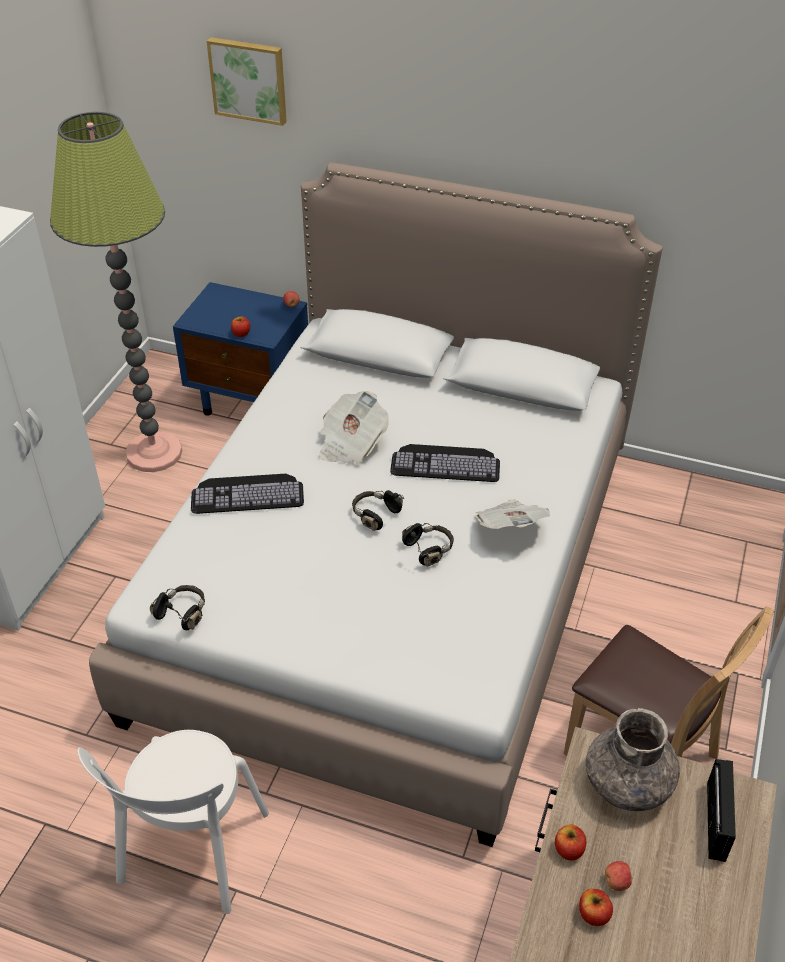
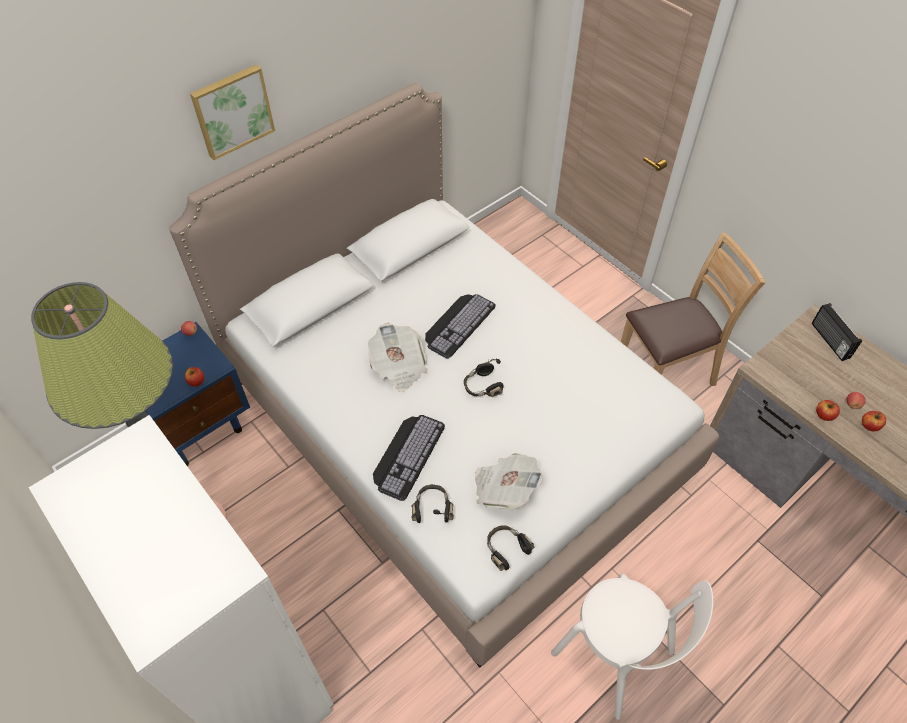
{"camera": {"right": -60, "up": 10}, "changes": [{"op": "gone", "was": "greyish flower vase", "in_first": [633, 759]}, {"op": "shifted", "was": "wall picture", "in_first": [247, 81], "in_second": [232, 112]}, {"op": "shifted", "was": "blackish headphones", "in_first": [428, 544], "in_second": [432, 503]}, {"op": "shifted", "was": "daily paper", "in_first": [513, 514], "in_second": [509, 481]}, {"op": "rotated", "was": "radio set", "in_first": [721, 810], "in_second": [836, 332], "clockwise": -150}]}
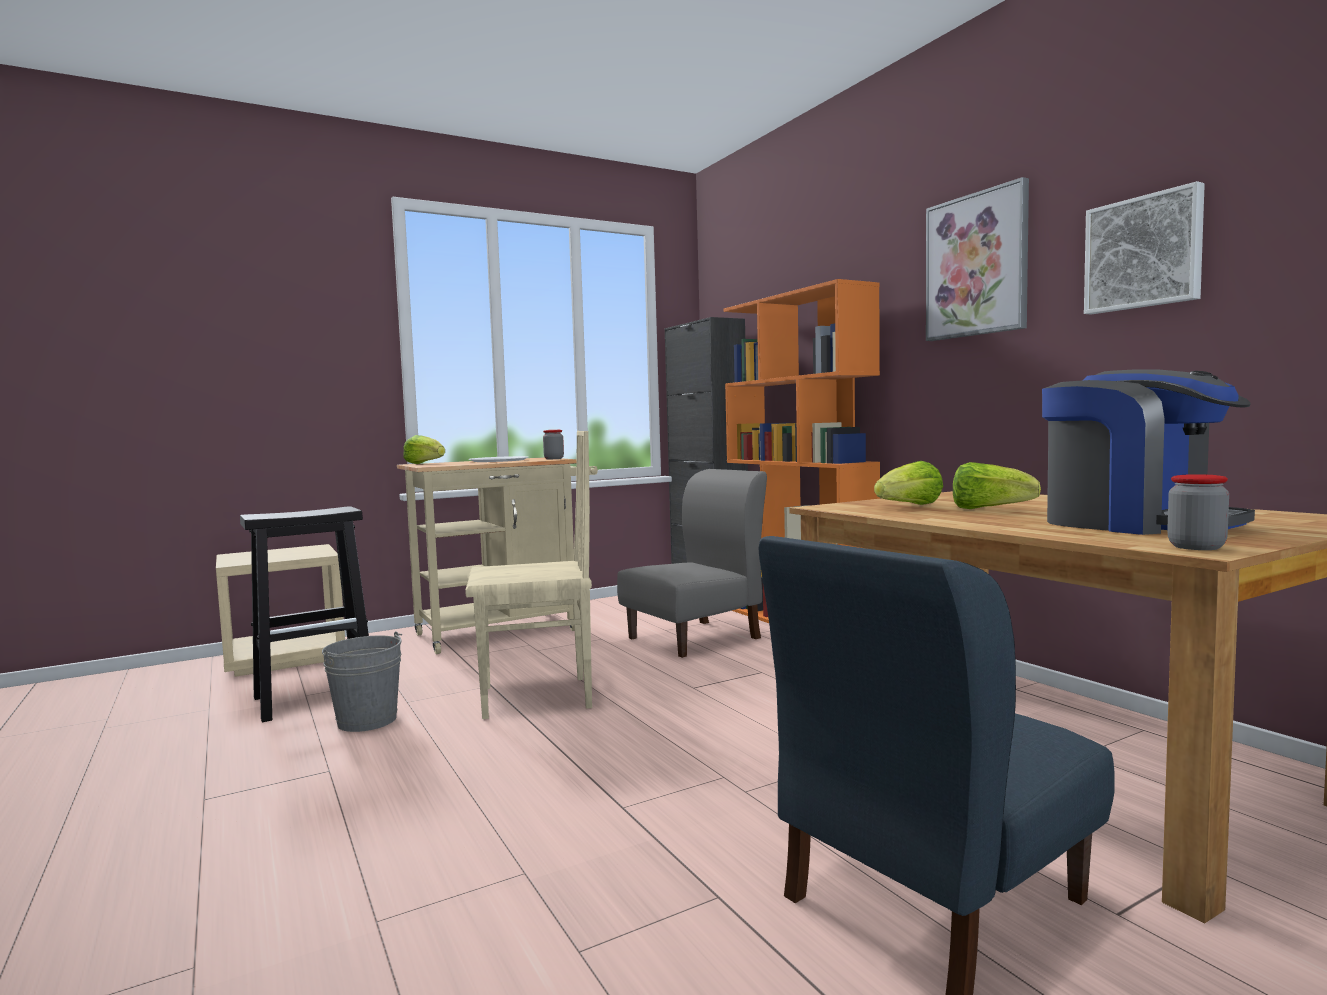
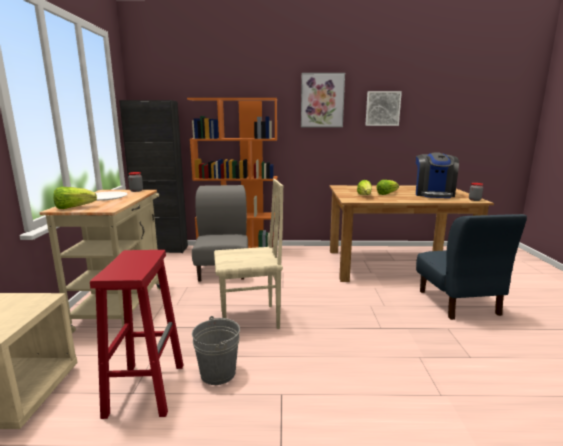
{"camera": {"right": -60, "up": 10}, "changes": [{"op": "repainted", "was": "blackish stool", "now": "red-coloured stool", "in_first": [304, 614], "in_second": [136, 334]}, {"op": "rotated", "was": "sand-coloured plain chair", "in_first": [528, 575], "in_second": [248, 254], "clockwise": 60}, {"op": "rotated", "was": "coffee maker", "in_first": [1148, 452], "in_second": [437, 175], "clockwise": 105}]}
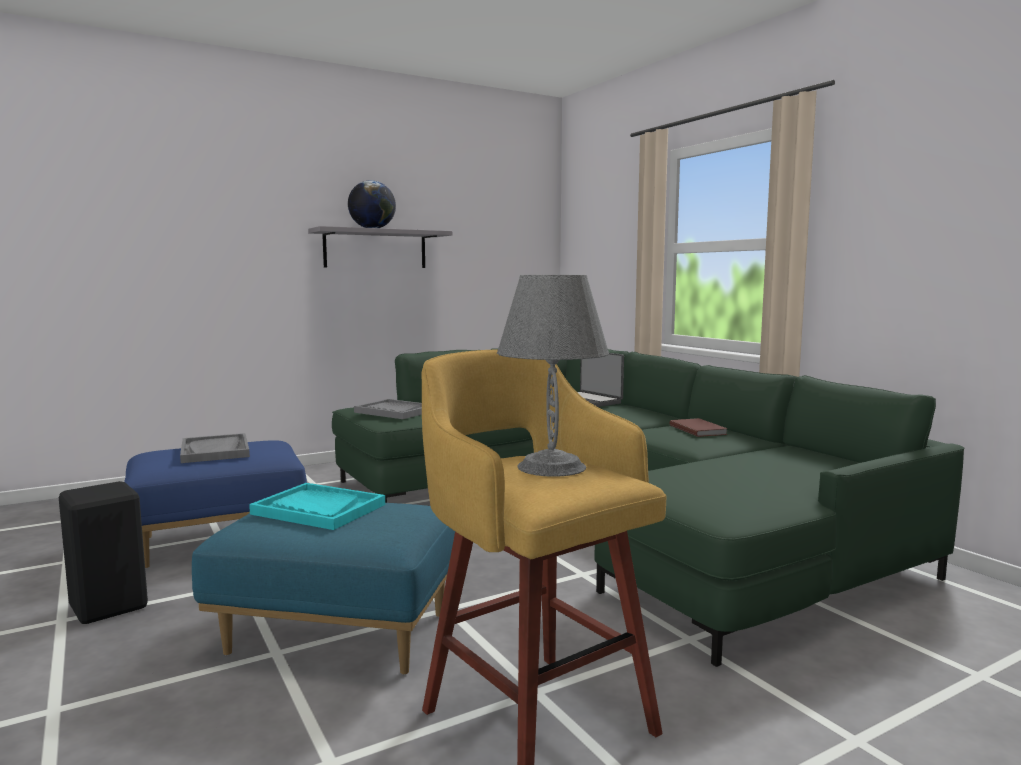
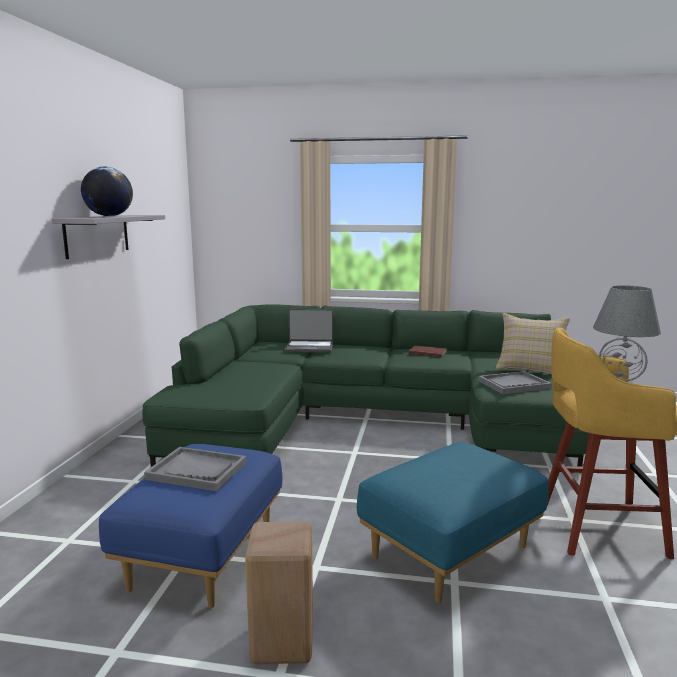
{"camera": {"right": -50, "up": 5}, "changes": [{"op": "gone", "was": "blue-green tray", "in_first": [317, 506]}, {"op": "new", "now": "sand-coloured cushion", "in_second": [533, 343]}, {"op": "shifted", "was": "greyish tray", "in_first": [388, 409], "in_second": [515, 382]}, {"op": "repainted", "was": "blackish stool", "now": "sand-coloured stool", "in_first": [103, 552], "in_second": [279, 593]}]}
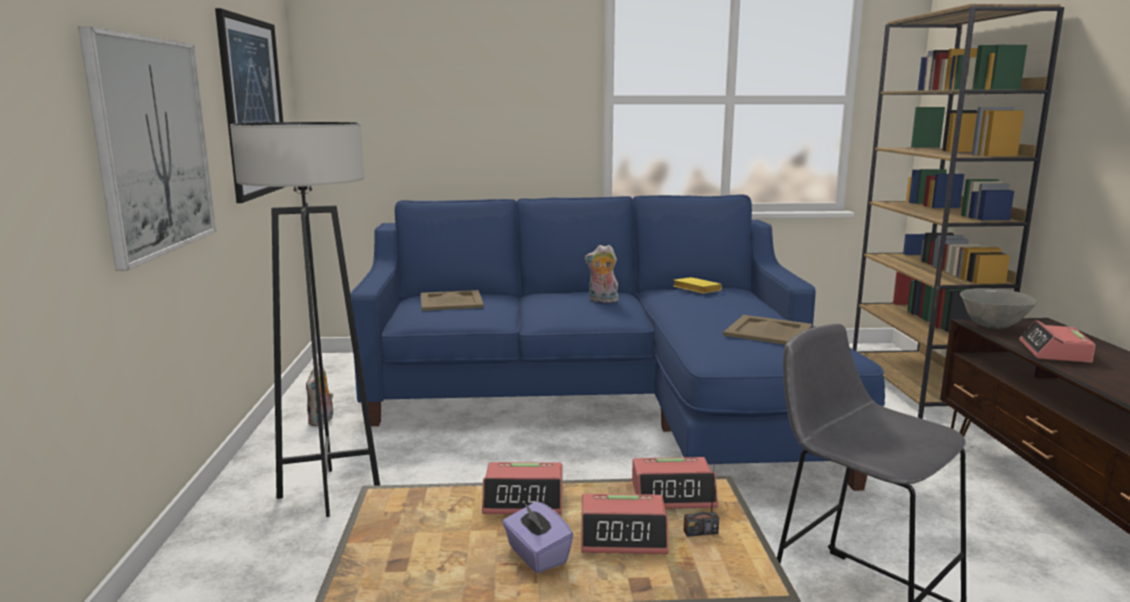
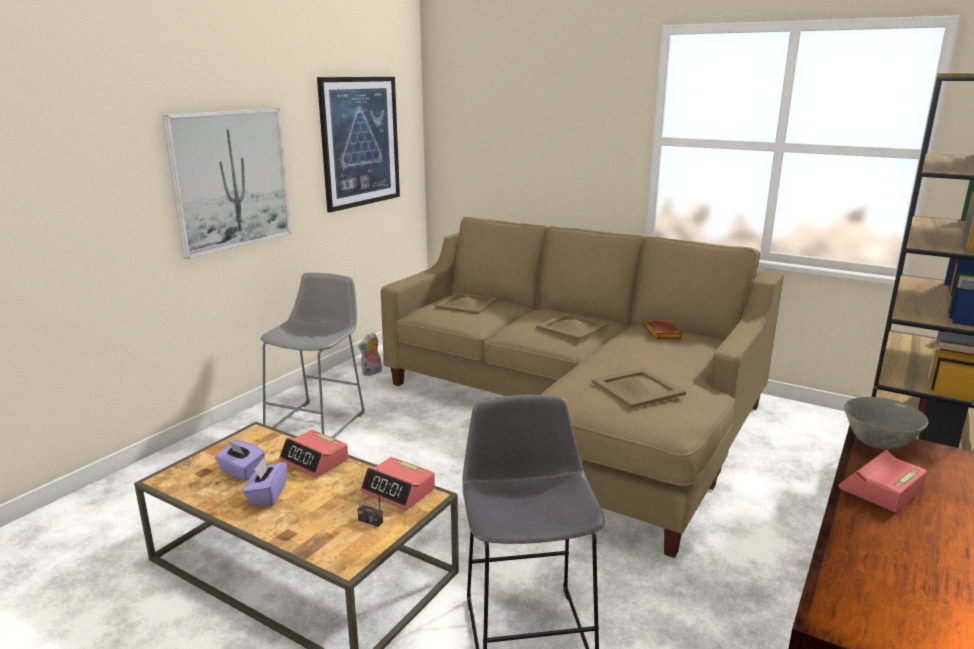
{"camera": {"right": 35, "up": 5}, "changes": [{"op": "gone", "was": "bedside clock", "in_first": [625, 524]}, {"op": "new", "now": "purple-coloured box of tissues", "in_second": [240, 460]}, {"op": "swapped", "was": "greyish standard lamp", "now": "greyish stool", "in_first": [305, 319], "in_second": [313, 355]}, {"op": "swapped", "was": "soft toy", "now": "sand-coloured tray", "in_first": [601, 274], "in_second": [572, 326]}, {"op": "repainted", "was": "blue settee", "now": "sand-coloured settee", "in_first": [617, 342], "in_second": [582, 387]}, {"op": "repainted", "was": "yellow-coloured volume", "now": "brown-coloured volume", "in_first": [697, 285], "in_second": [663, 330]}]}
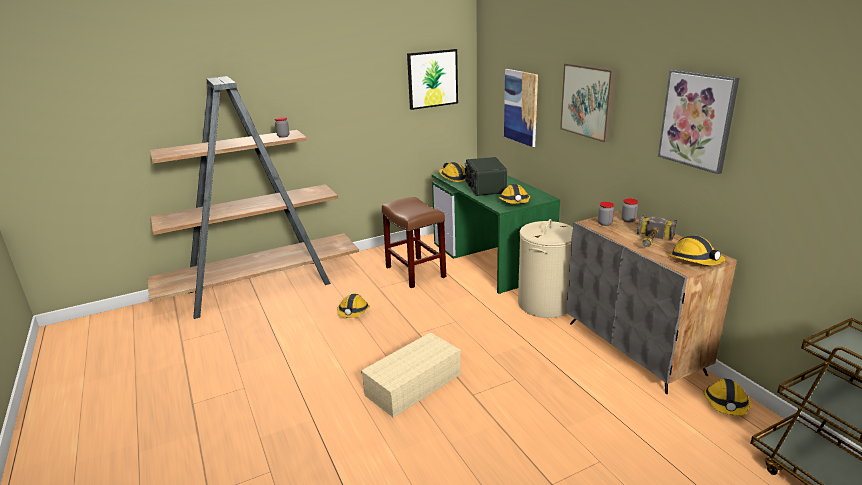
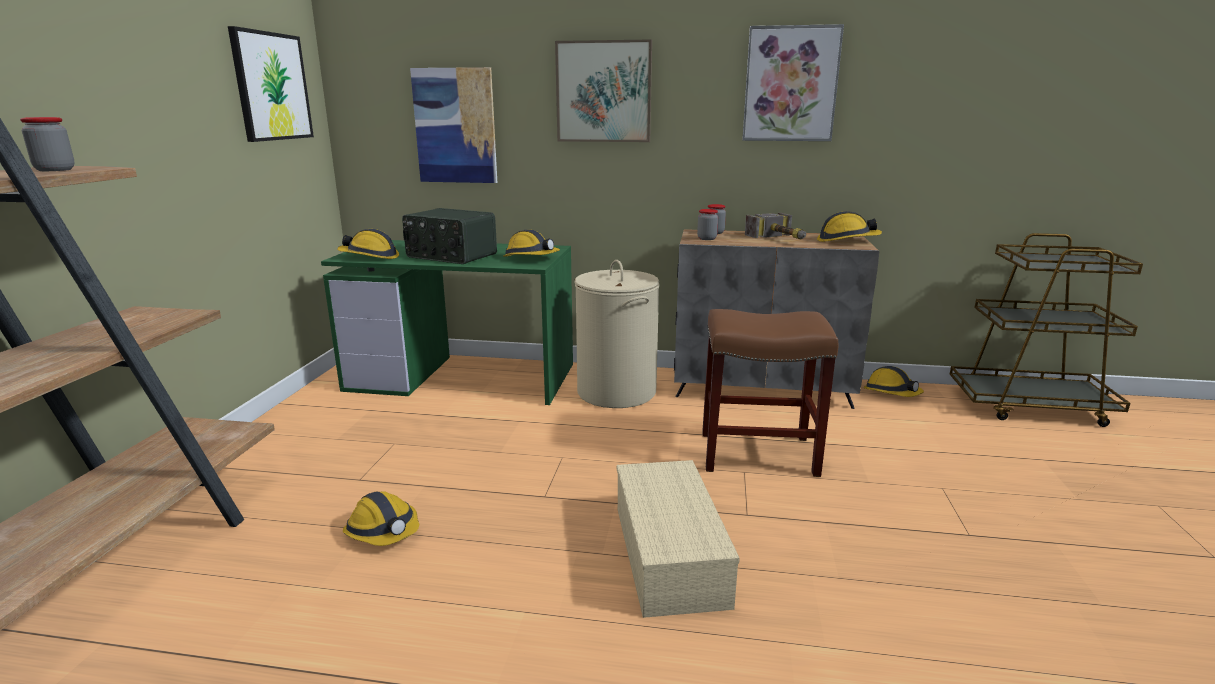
{"camera": {"right": -55, "up": -5}, "changes": [{"op": "shifted", "was": "brown-coloured stool", "in_first": [414, 242], "in_second": [770, 393]}]}
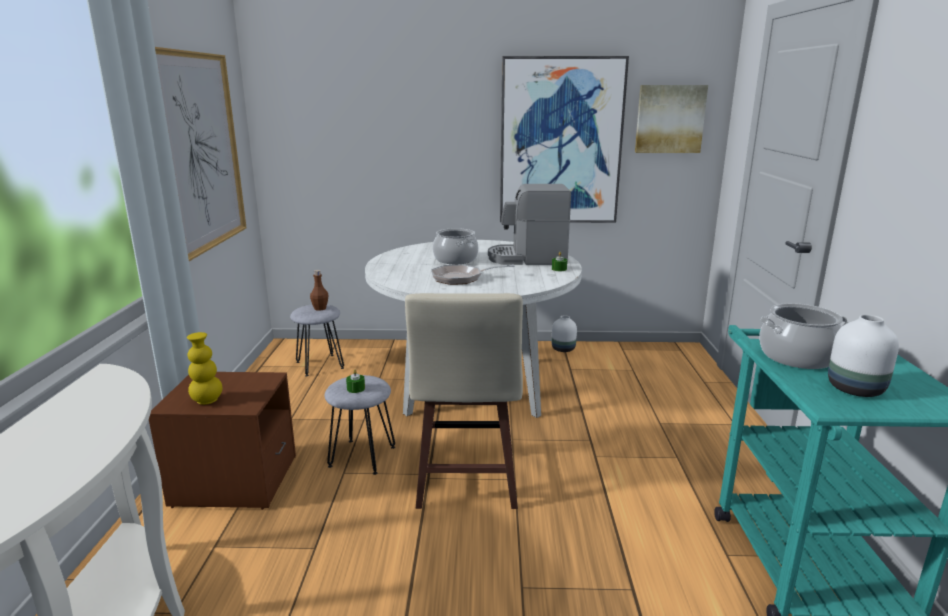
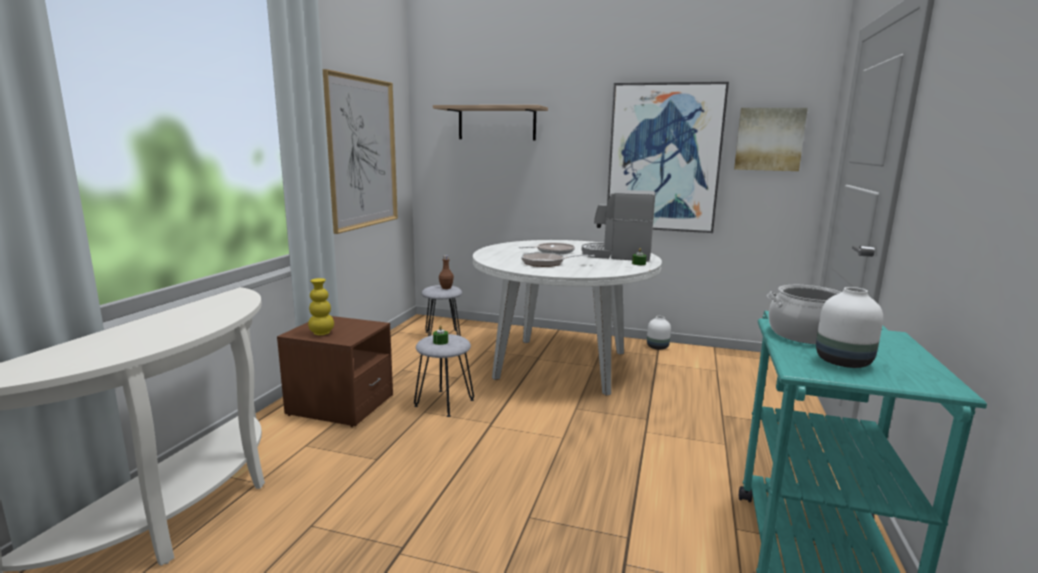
{"camera": {"right": 15, "up": -5}, "changes": [{"op": "gone", "was": "sand-coloured stool", "in_first": [464, 401]}, {"op": "new", "now": "wall shelf", "in_second": [490, 123]}, {"op": "swapped", "was": "saucepot", "now": "frying pan", "in_first": [456, 246], "in_second": [547, 248]}]}
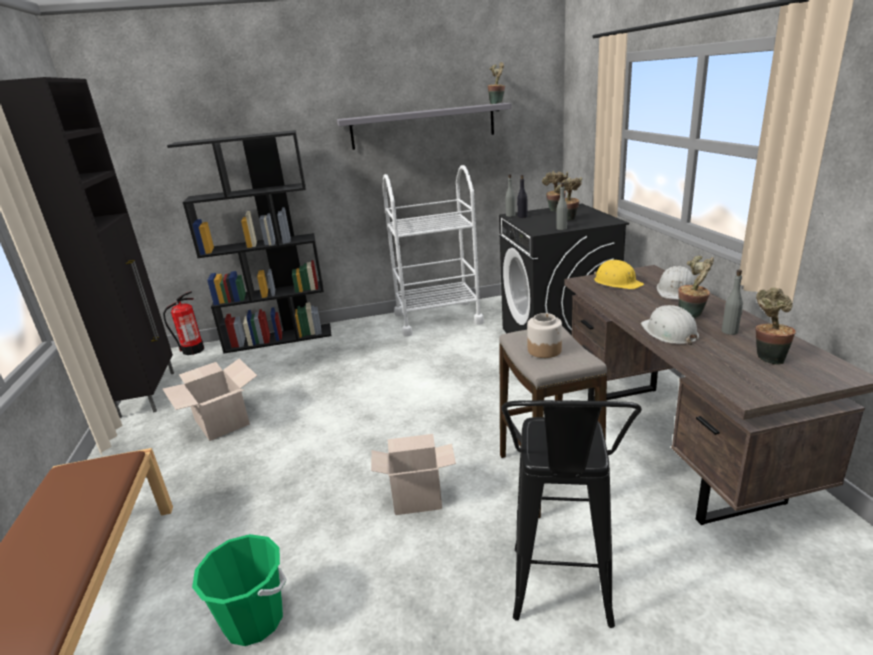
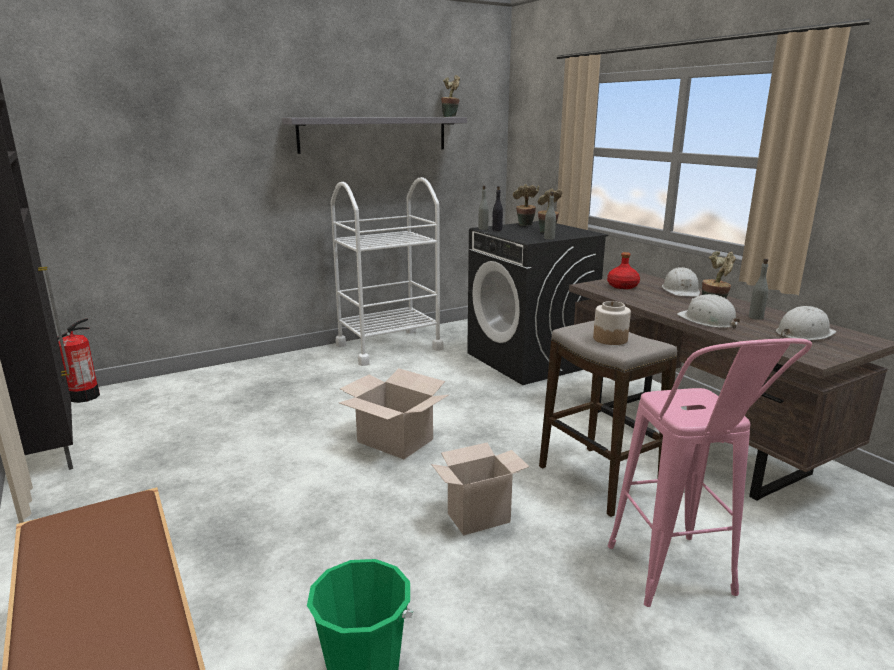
{"camera": {"right": -20, "up": -5}, "changes": [{"op": "gone", "was": "blackish bookcase", "in_first": [249, 242]}, {"op": "shifted", "was": "cardboard box", "in_first": [210, 399], "in_second": [394, 413]}, {"op": "swapped", "was": "yellow-coloured safety helmet", "now": "red-coloured beverage bottle", "in_first": [619, 274], "in_second": [623, 270]}, {"op": "swapped", "was": "houseplant", "now": "white-coloured safety helmet", "in_first": [775, 326], "in_second": [806, 323]}, {"op": "repainted", "was": "blackish stool", "now": "pinkish stool", "in_first": [571, 514], "in_second": [710, 472]}]}
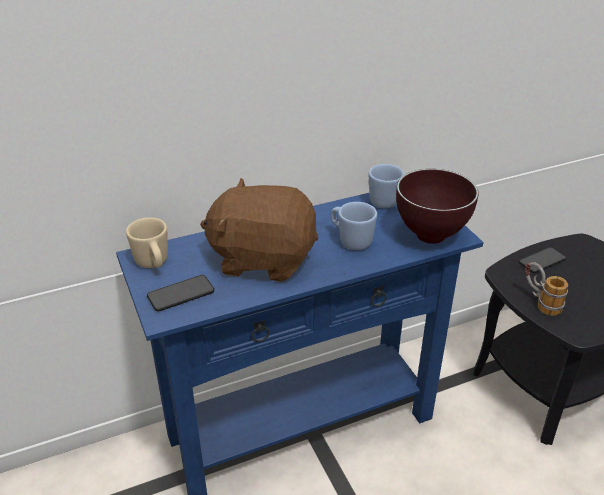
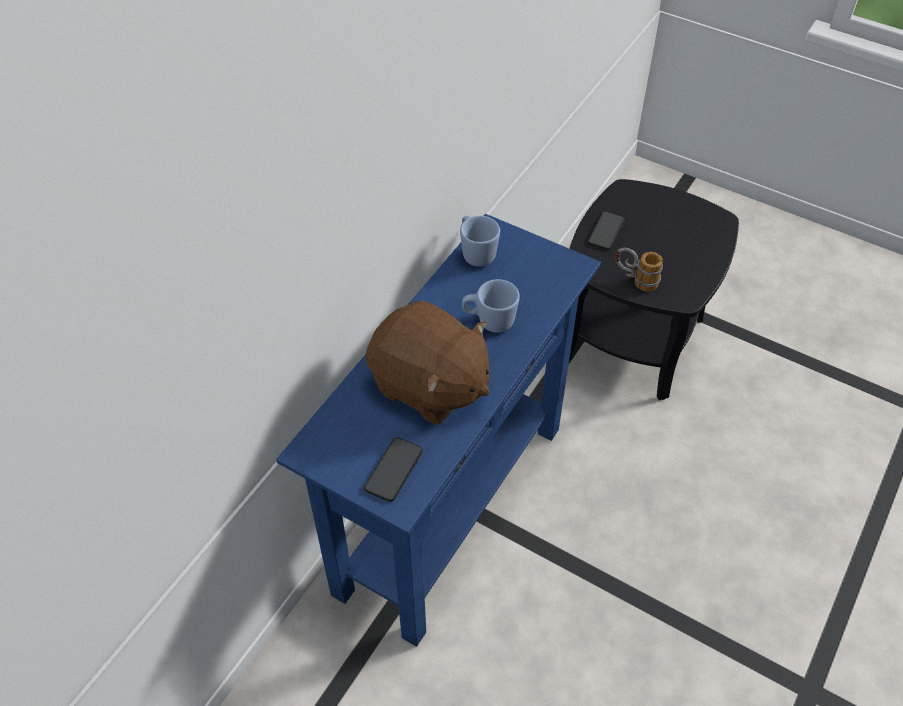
{"camera": {"right": -35, "up": 15}, "changes": [{"op": "gone", "was": "sand-coloured coffee mug", "in_first": [147, 242]}, {"op": "gone", "was": "brown-coloured deep dish", "in_first": [437, 206]}, {"op": "rotated", "was": "brown-coloured soft toy", "in_first": [259, 230], "in_second": [427, 362], "clockwise": -120}]}
